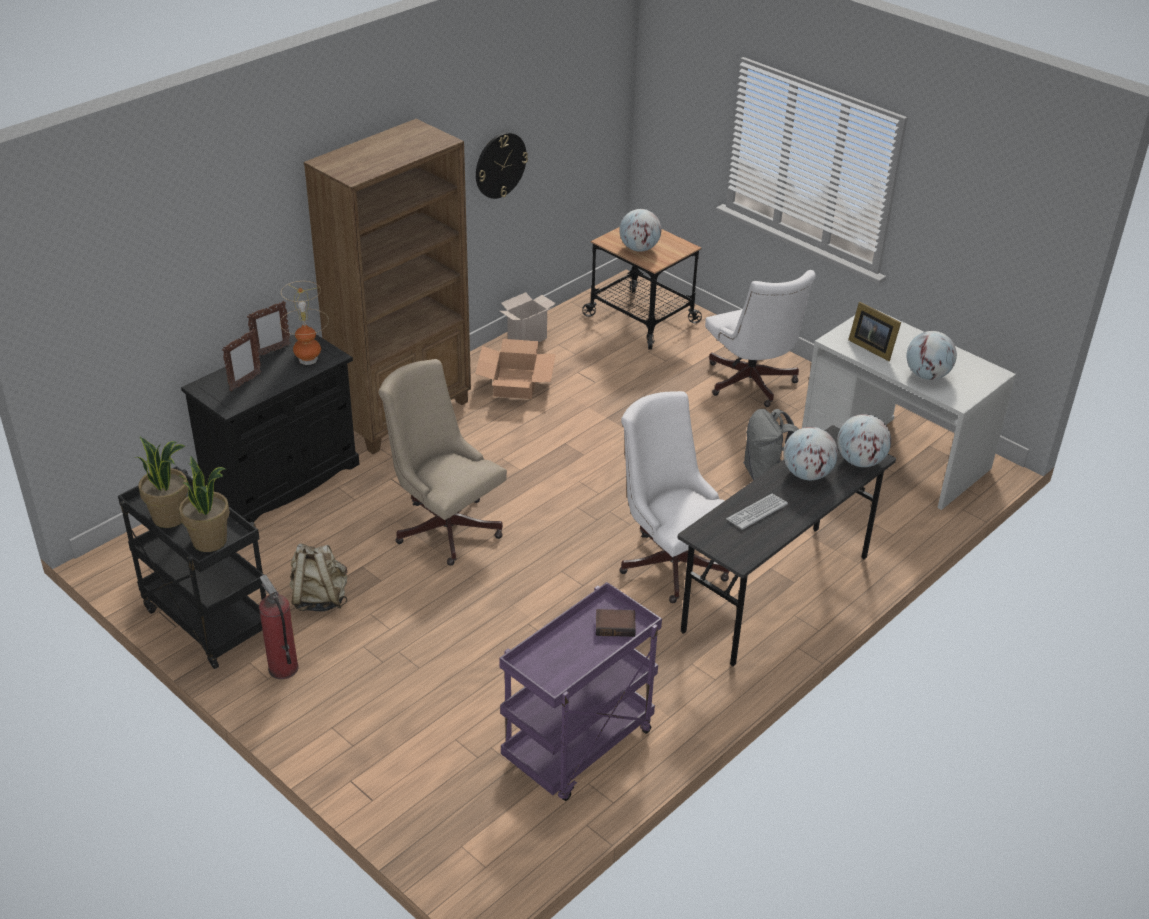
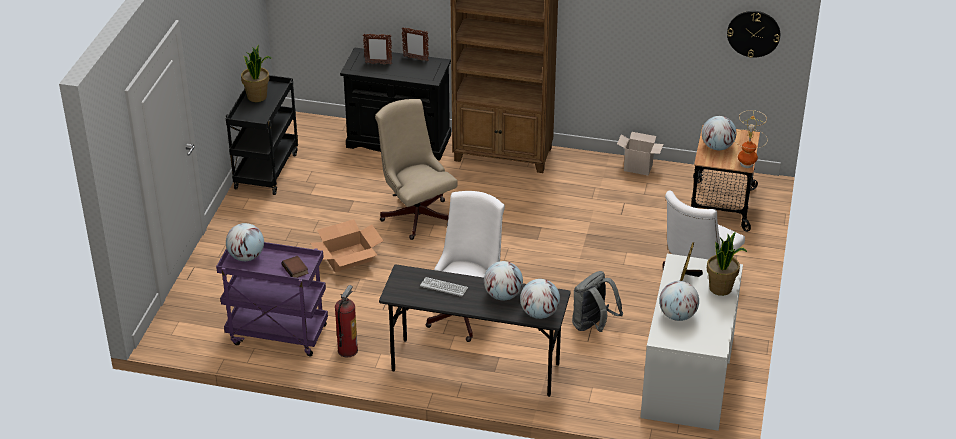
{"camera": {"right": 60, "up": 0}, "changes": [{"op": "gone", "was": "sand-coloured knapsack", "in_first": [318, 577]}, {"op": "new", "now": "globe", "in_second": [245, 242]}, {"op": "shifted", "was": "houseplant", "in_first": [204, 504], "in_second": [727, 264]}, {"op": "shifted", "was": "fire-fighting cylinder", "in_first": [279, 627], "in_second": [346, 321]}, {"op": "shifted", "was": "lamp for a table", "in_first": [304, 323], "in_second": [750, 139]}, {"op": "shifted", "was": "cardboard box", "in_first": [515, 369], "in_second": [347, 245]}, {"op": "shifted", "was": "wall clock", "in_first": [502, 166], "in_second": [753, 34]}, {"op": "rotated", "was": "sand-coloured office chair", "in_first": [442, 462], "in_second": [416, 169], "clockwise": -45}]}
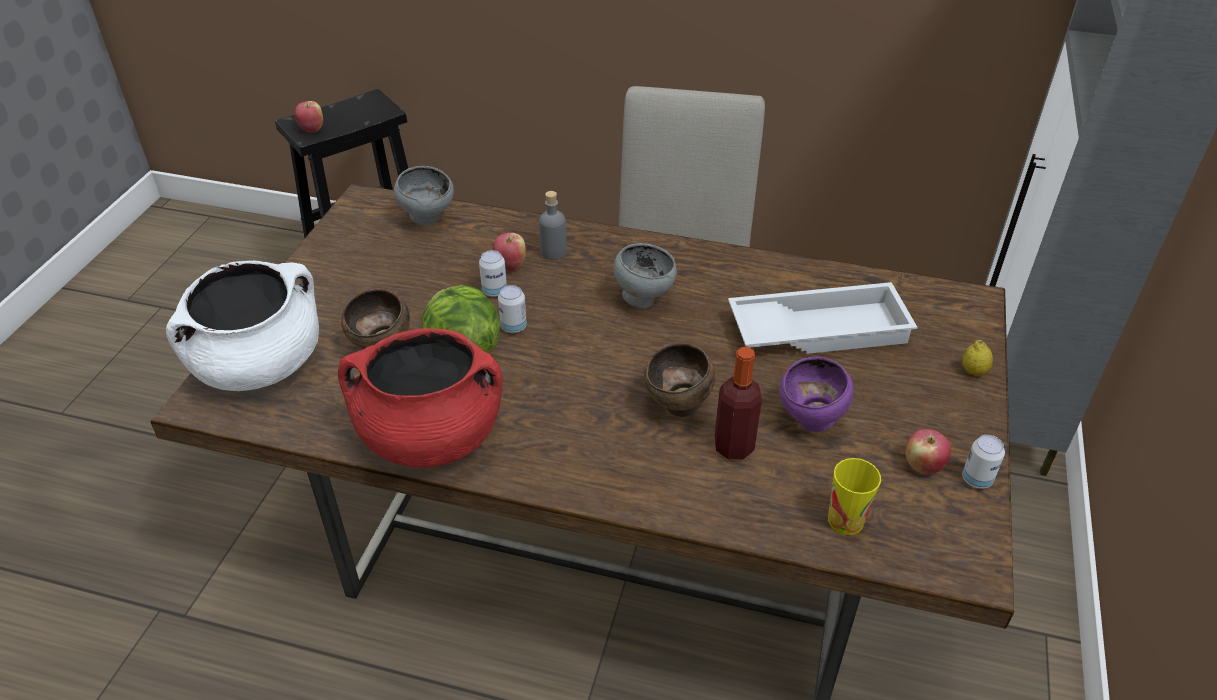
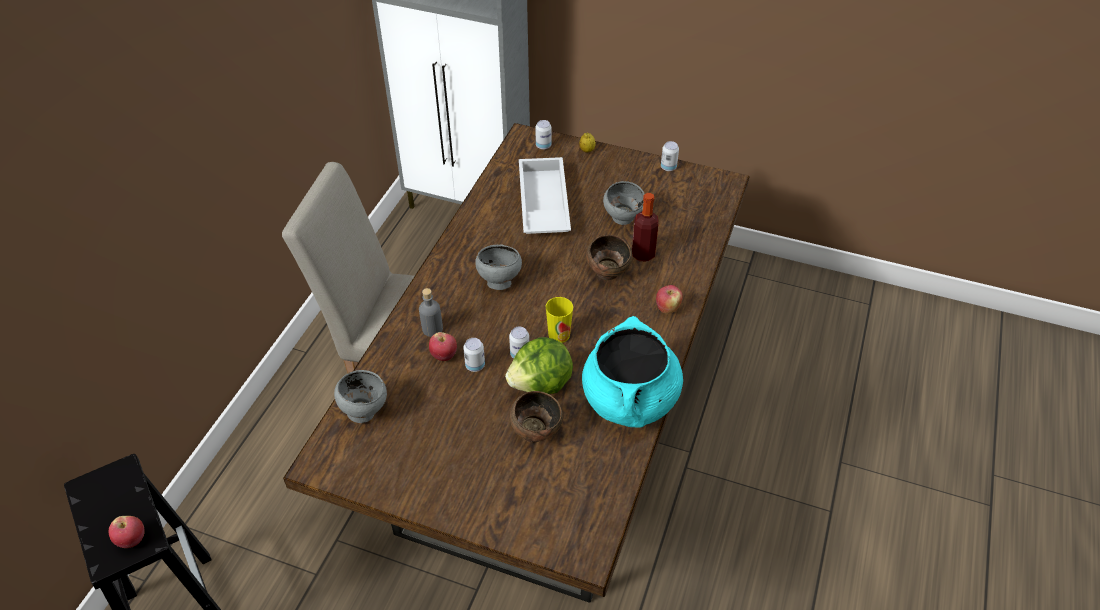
{"camera": {"right": -85, "up": 5}, "changes": [{"op": "gone", "was": "white-coloured saucepot", "in_first": [242, 326]}, {"op": "new", "now": "can", "in_second": [543, 135]}, {"op": "shifted", "was": "small cup", "in_first": [854, 496], "in_second": [559, 320]}, {"op": "shifted", "was": "apple", "in_first": [928, 451], "in_second": [669, 299]}, {"op": "repainted", "was": "red-coloured saucepot", "now": "blue-green saucepot", "in_first": [420, 398], "in_second": [632, 372]}, {"op": "repainted", "was": "purple-coloured deep dish", "now": "greyish deep dish", "in_first": [816, 394], "in_second": [624, 203]}]}
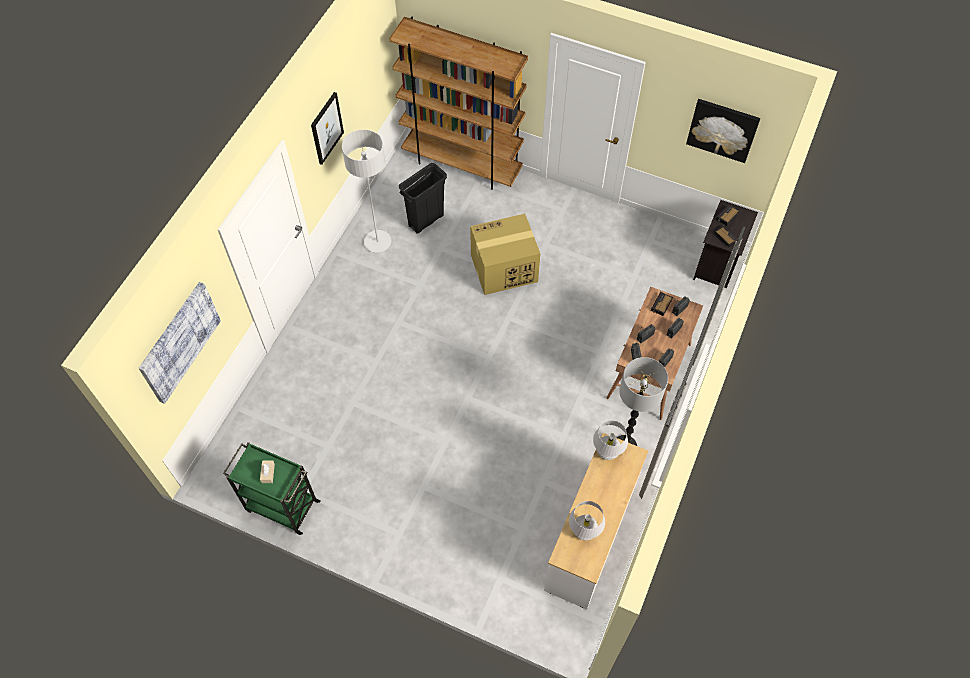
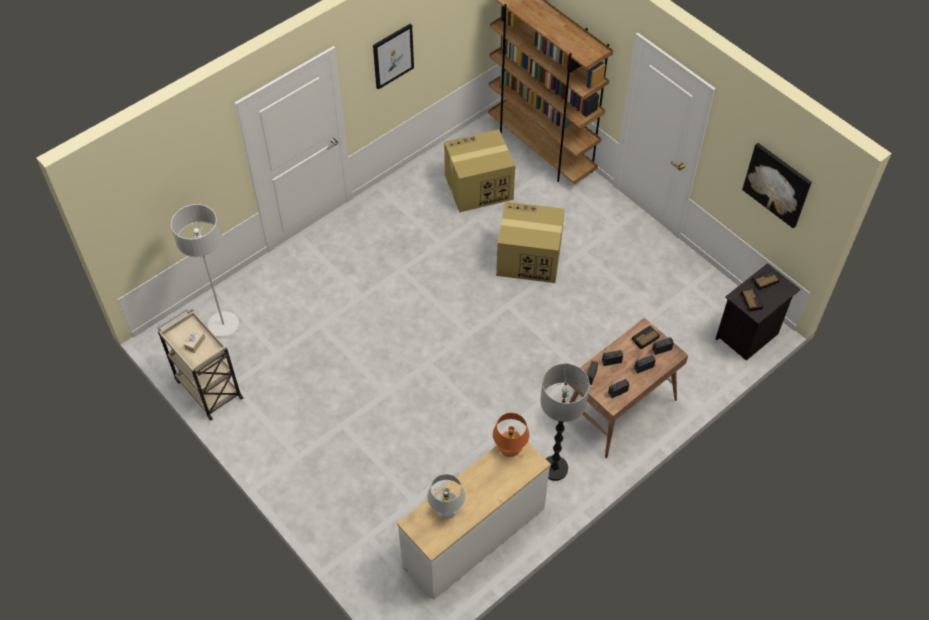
{"camera": {"right": 25, "up": -5}, "changes": [{"op": "gone", "was": "wall picture", "in_first": [180, 343]}, {"op": "shifted", "was": "greyish standard lamp", "in_first": [366, 191], "in_second": [205, 270]}, {"op": "swapped", "was": "blackish rubbish bin", "now": "cardboard box", "in_first": [423, 198], "in_second": [479, 170]}, {"op": "repainted", "was": "green-coloured wheeled cart", "now": "sand-coloured wheeled cart", "in_first": [272, 488], "in_second": [200, 365]}, {"op": "repainted", "was": "white-coloured lamp for a table", "now": "orange-coloured lamp for a table", "in_first": [610, 440], "in_second": [511, 435]}]}
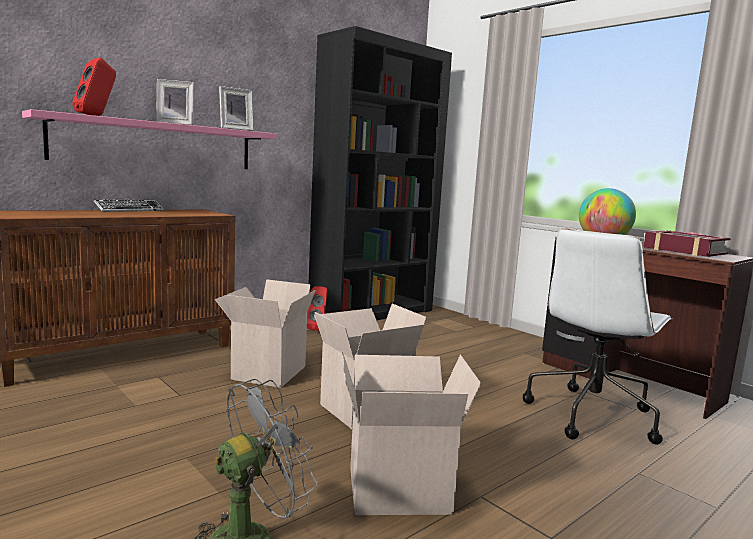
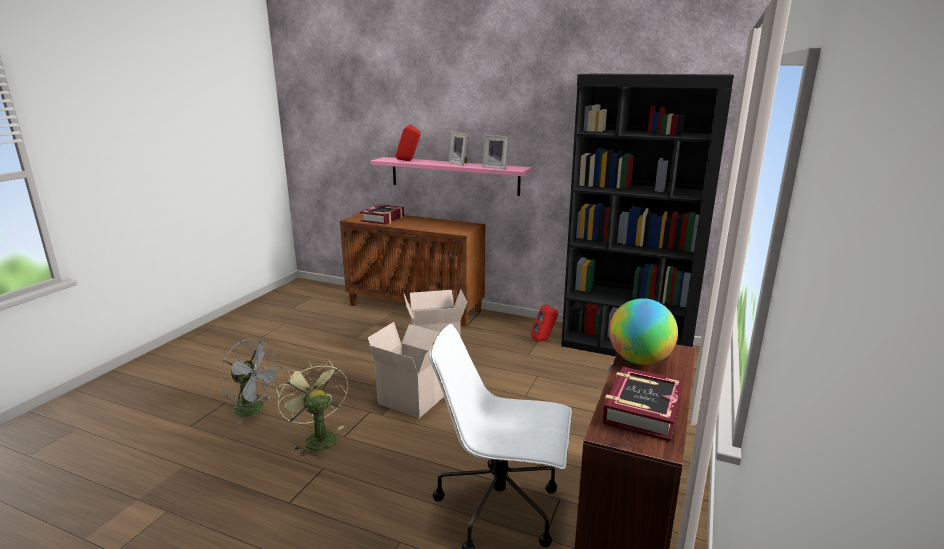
{"camera": {"right": 65, "up": 10}, "changes": [{"op": "gone", "was": "keyboard", "in_first": [129, 205]}, {"op": "new", "now": "volume", "in_second": [382, 214]}, {"op": "swapped", "was": "cardboard box", "now": "green-coloured cooling fan", "in_first": [411, 433], "in_second": [312, 409]}]}
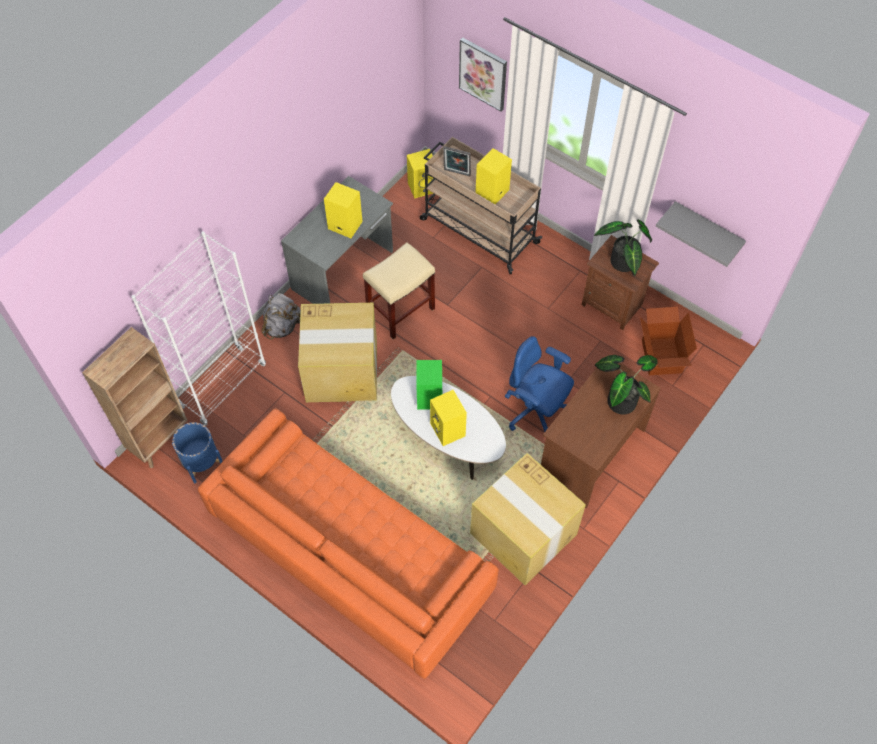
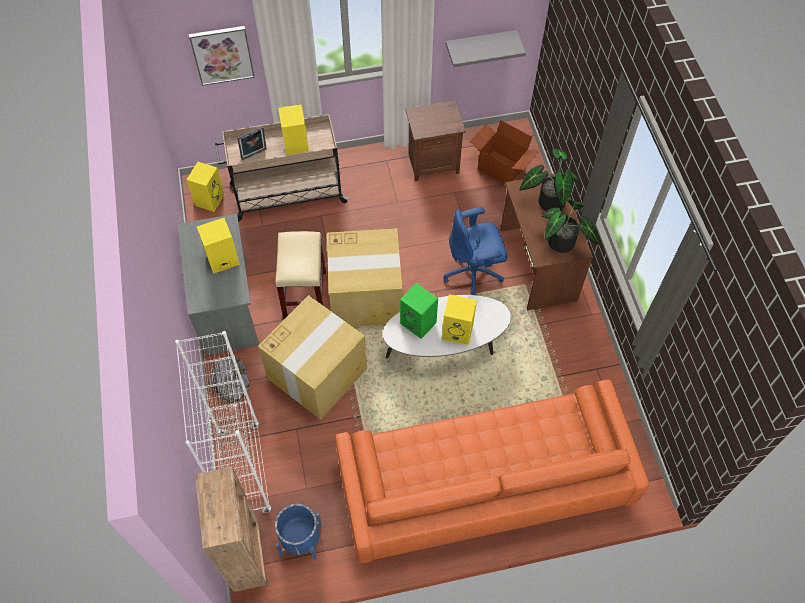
{"camera": {"right": -50, "up": 0}, "changes": [{"op": "shifted", "was": "cardboard box", "in_first": [528, 519], "in_second": [364, 277]}, {"op": "shifted", "was": "houseplant", "in_first": [623, 247], "in_second": [570, 225]}]}
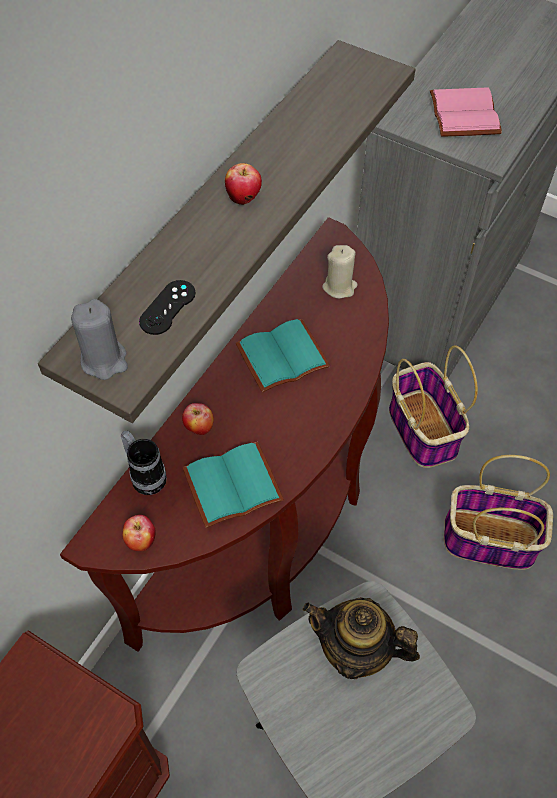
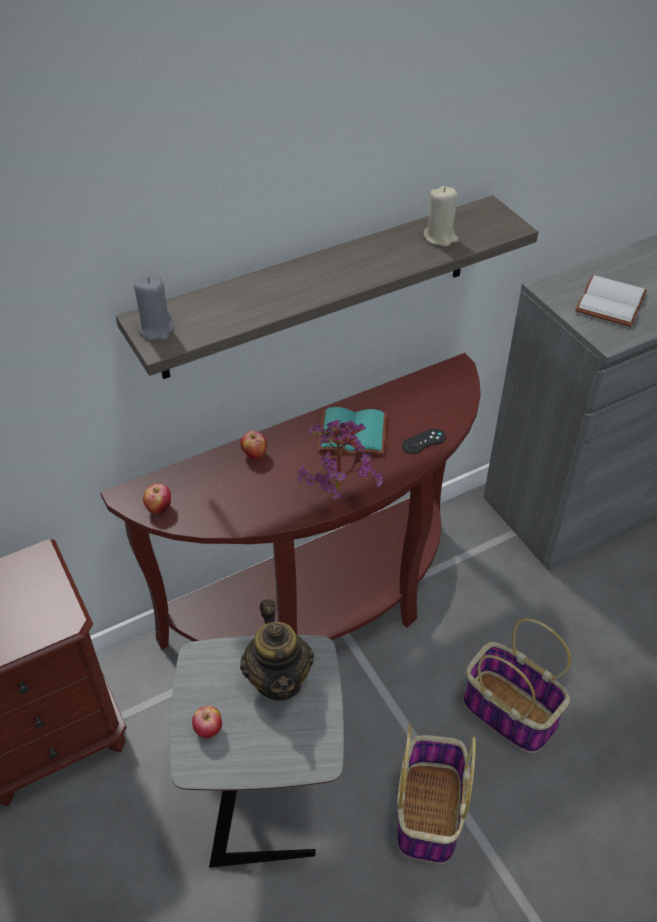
{"camera": {"right": 30, "up": -10}, "changes": [{"op": "gone", "was": "coffee mug", "in_first": [144, 463]}, {"op": "gone", "was": "blue-green volume", "in_first": [233, 485]}, {"op": "new", "now": "houseplant", "in_second": [340, 460]}, {"op": "shifted", "was": "blackish joypad", "in_first": [167, 307], "in_second": [424, 441]}, {"op": "shifted", "was": "apple", "in_first": [243, 184], "in_second": [207, 722]}, {"op": "shifted", "was": "sand-coloured wax candle", "in_first": [339, 272], "in_second": [441, 216]}, {"op": "shifted", "was": "household basket", "in_first": [433, 406], "in_second": [436, 794]}, {"op": "repainted", "was": "pinkish volume", "now": "white-coloured volume", "in_first": [466, 112], "in_second": [611, 301]}, {"op": "rotated", "was": "pot for tea", "in_first": [361, 638], "in_second": [277, 650], "clockwise": -150}]}
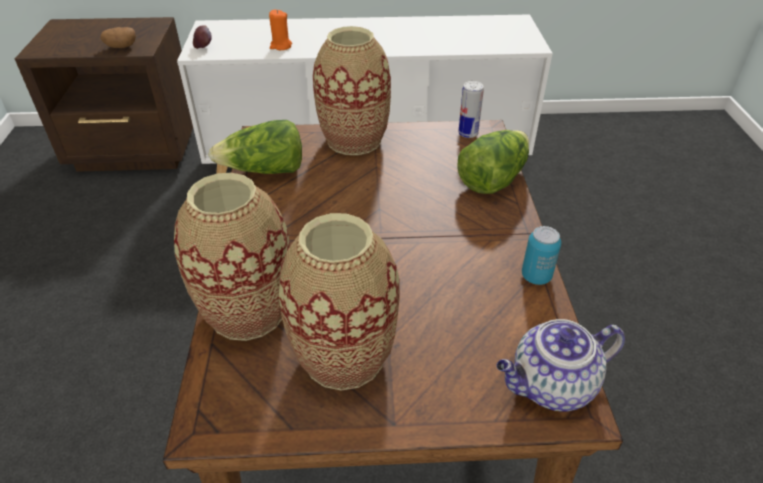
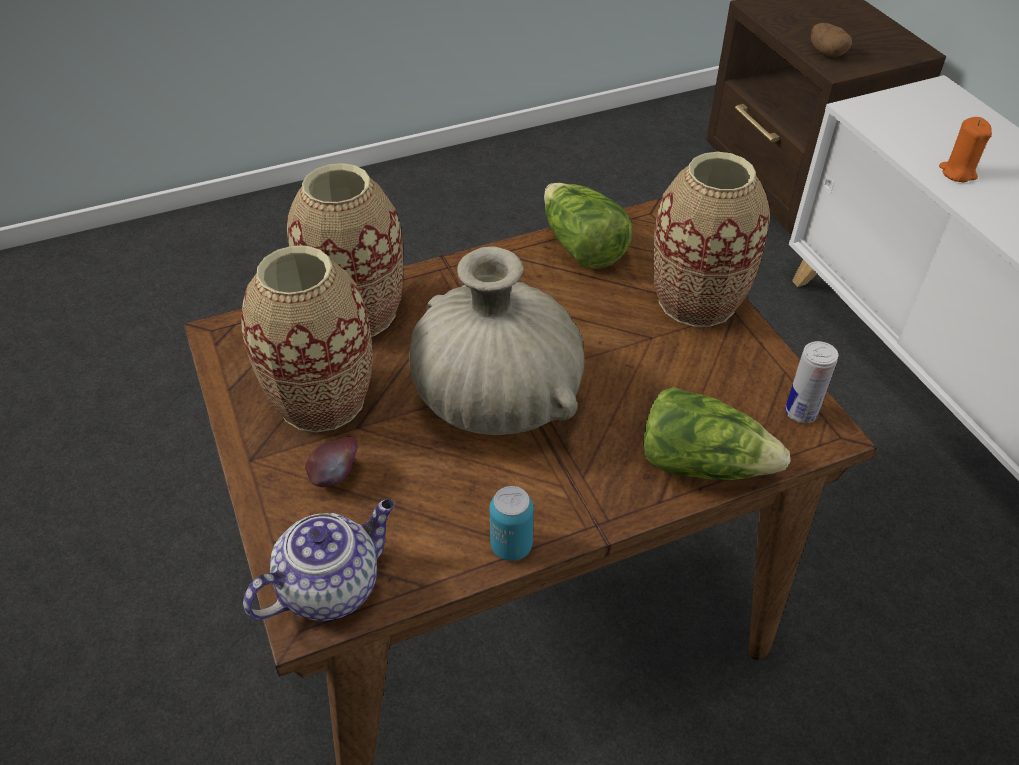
{"camera": {"right": 70, "up": 5}, "changes": [{"op": "new", "now": "sand-coloured flower vase", "in_second": [496, 341]}, {"op": "shifted", "was": "apple", "in_first": [202, 37], "in_second": [331, 462]}, {"op": "rotated", "was": "pot for tea", "in_first": [560, 365], "in_second": [319, 560], "clockwise": 90}]}
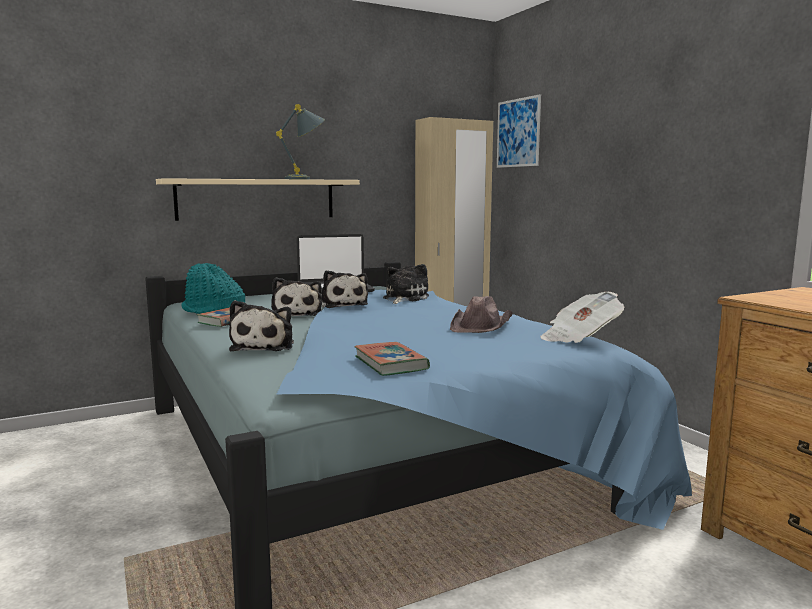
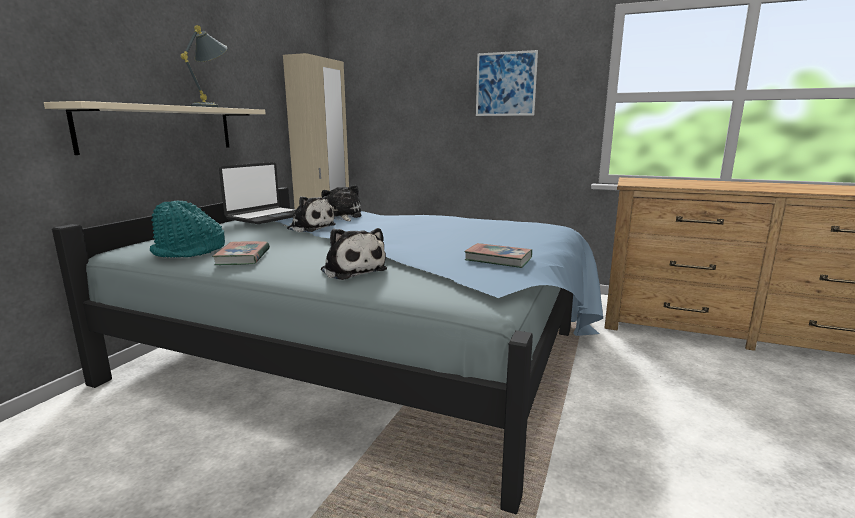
{"camera": {"right": -40, "up": 5}, "changes": [{"op": "gone", "was": "soft toy", "in_first": [296, 296]}, {"op": "gone", "was": "brown-coloured clothing hat", "in_first": [481, 314]}, {"op": "gone", "was": "daily paper", "in_first": [582, 317]}, {"op": "shifted", "was": "wall picture", "in_first": [519, 131], "in_second": [507, 83]}]}
